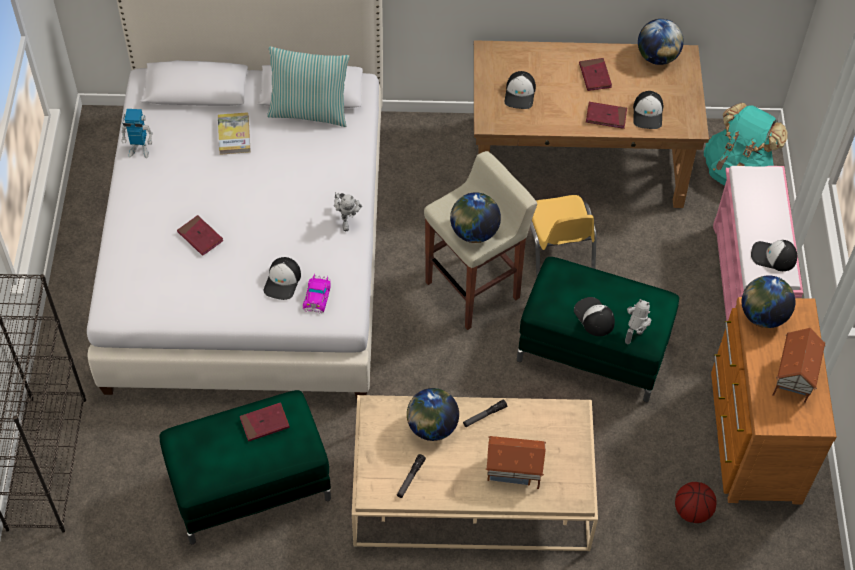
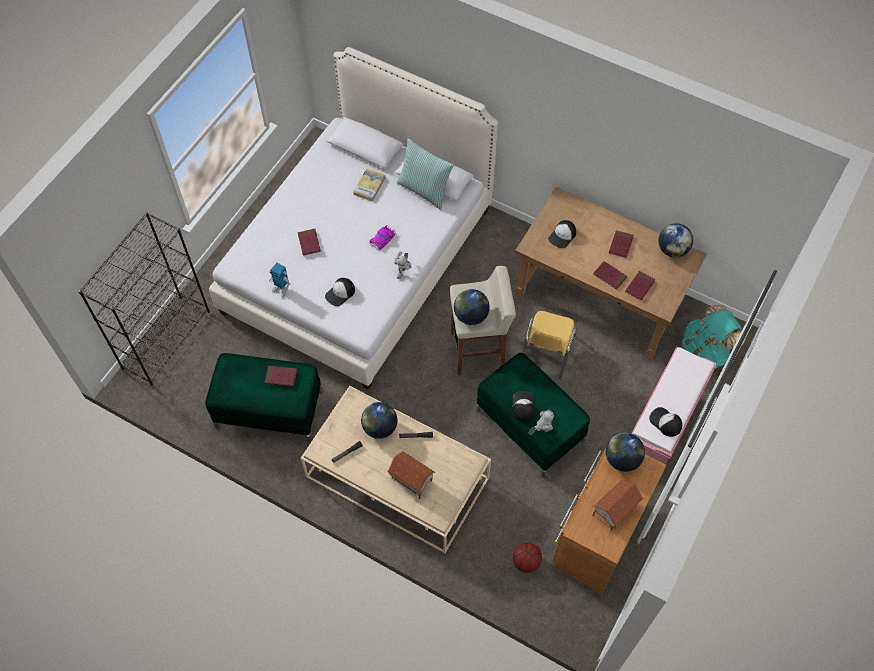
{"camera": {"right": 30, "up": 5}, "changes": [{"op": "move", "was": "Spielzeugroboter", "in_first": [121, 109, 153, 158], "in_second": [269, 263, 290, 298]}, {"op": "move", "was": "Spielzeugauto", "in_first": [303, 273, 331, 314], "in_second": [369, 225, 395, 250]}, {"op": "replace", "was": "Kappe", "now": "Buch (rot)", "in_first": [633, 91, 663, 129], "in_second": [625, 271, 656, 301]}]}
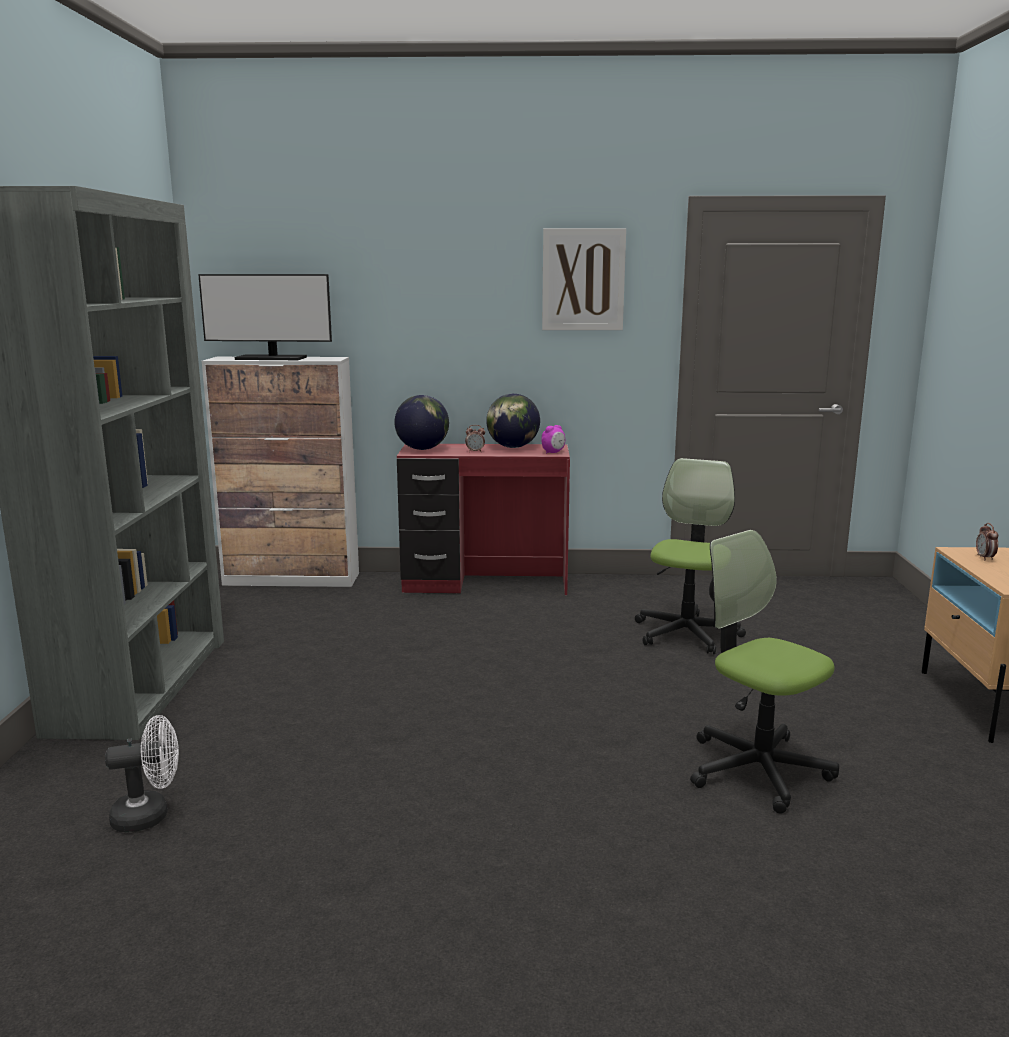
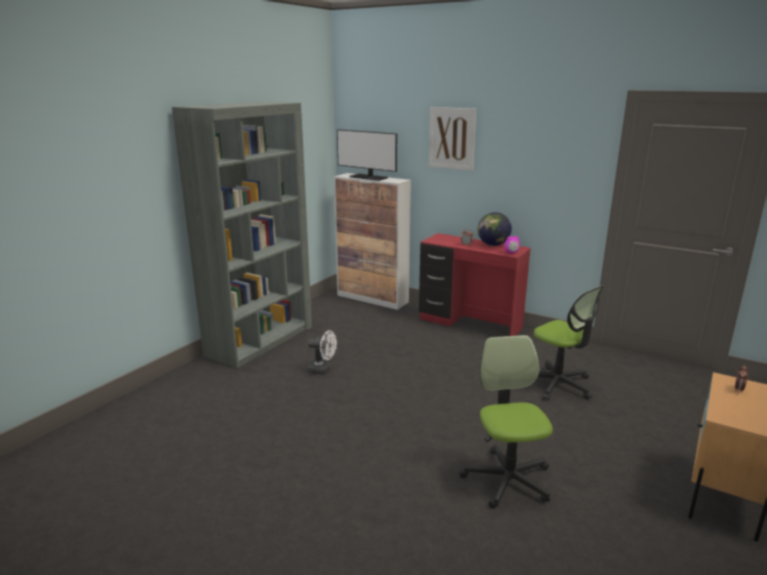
{"camera": {"right": 30, "up": 5}, "changes": [{"op": "delete", "was": "Globus", "in_first": [394, 395, 449, 450]}, {"op": "move", "was": "Ventilator (weiß)", "in_first": [105, 715, 179, 832], "in_second": [308, 330, 337, 374]}, {"op": "move", "was": "Bild", "in_first": [542, 228, 626, 330], "in_second": [429, 107, 476, 171]}, {"op": "rotate", "was": "Bürostuhl", "in_first": [635, 458, 746, 655], "in_second": [534, 285, 604, 401], "clockwise": 90}]}
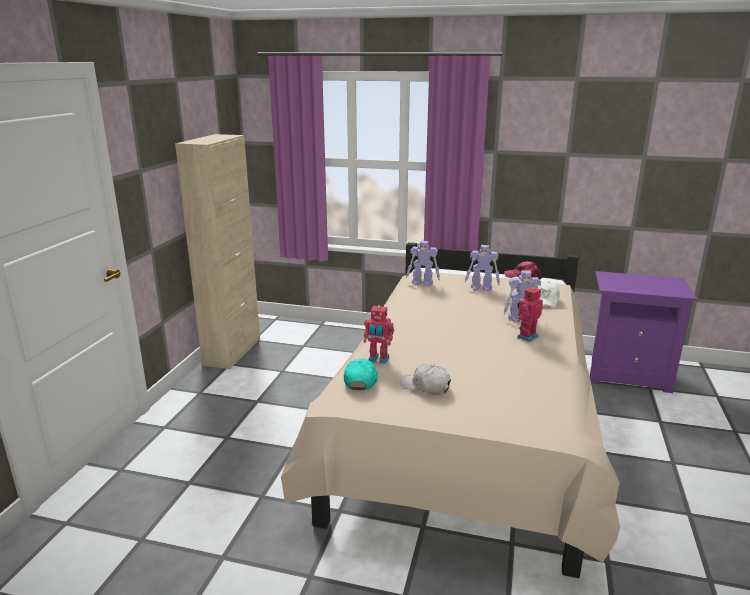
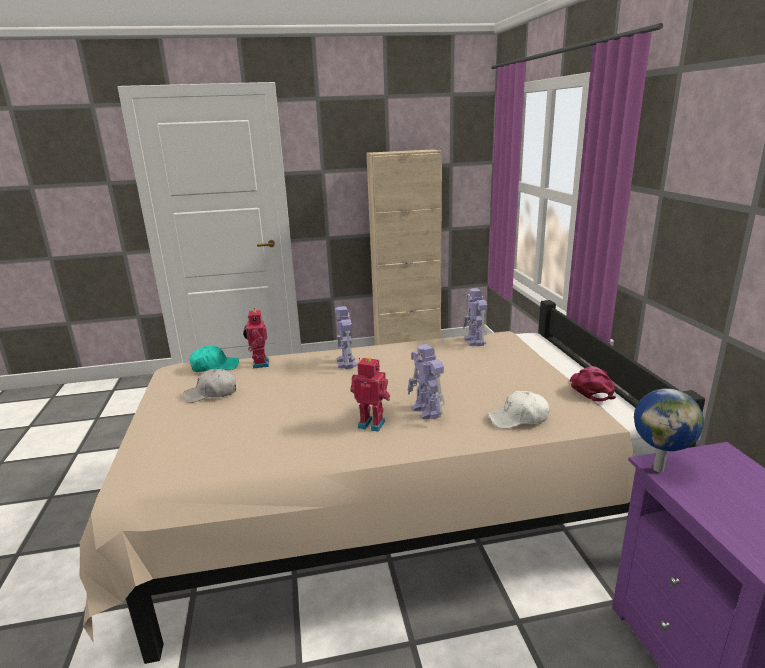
{"camera": {"right": 65, "up": 0}, "changes": [{"op": "insert", "now": "Globus", "in_second": [634, 388, 704, 473]}, {"op": "move", "was": "Spielzeugroboter", "in_first": [465, 245, 500, 292], "in_second": [335, 306, 357, 369]}, {"op": "rotate", "was": "Kappe (weiß)", "in_first": [400, 363, 451, 394], "in_second": [183, 369, 236, 403], "clockwise": -105}]}
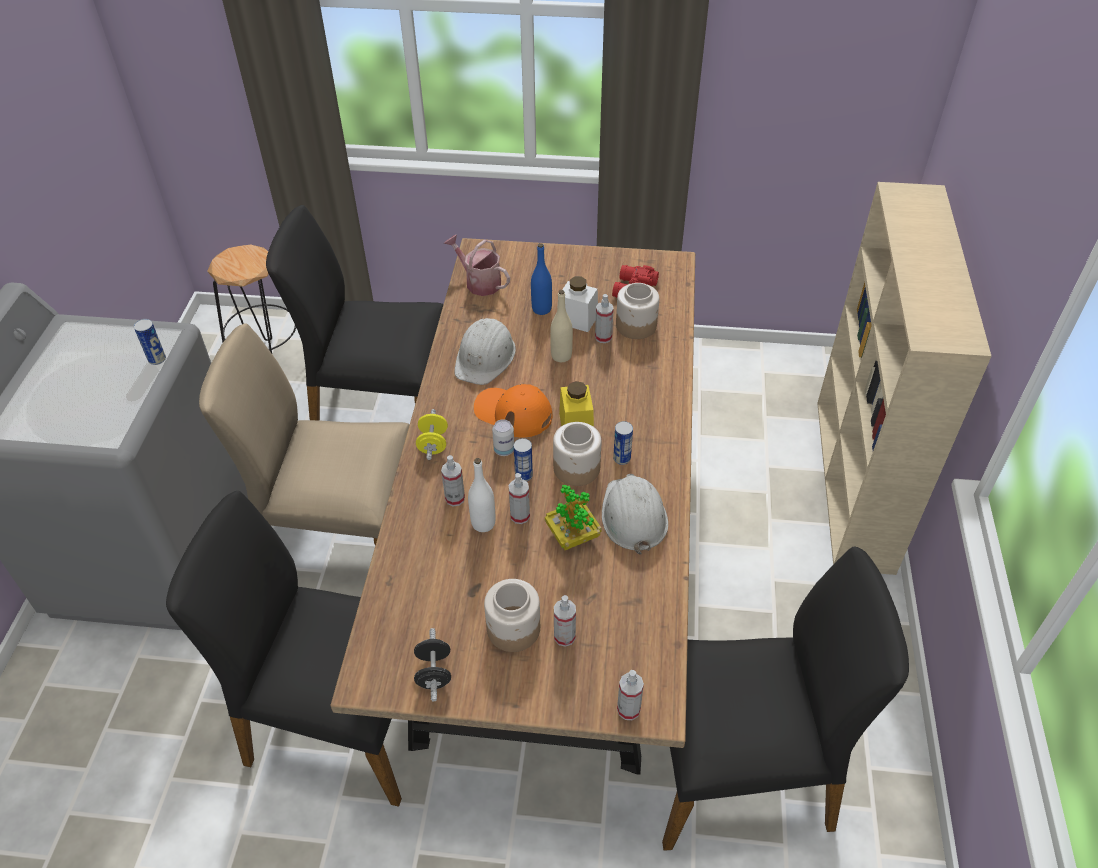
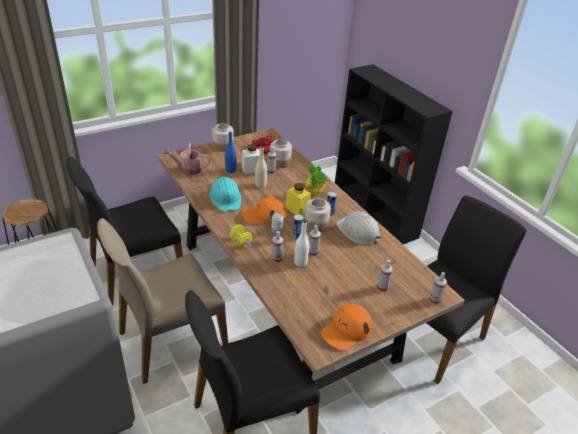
{"camera": {"right": -40, "up": -10}, "changes": [{"op": "delete", "was": "Dose", "in_first": [134, 319, 166, 365]}, {"op": "move", "was": "Vorratsglas", "in_first": [484, 579, 540, 652], "in_second": [212, 123, 234, 152]}, {"op": "move", "was": "Topfpflanze", "in_first": [545, 485, 602, 550], "in_second": [304, 164, 327, 196]}, {"op": "replace", "was": "Hantel (schwarz)", "now": "Kappe (orange)", "in_first": [414, 628, 451, 701], "in_second": [321, 304, 372, 350]}, {"op": "recolor", "was": "Schutzhelm (weiß)", "now": "Schutzhelm (türkis)", "in_first": [455, 318, 516, 385], "in_second": [209, 177, 241, 211]}, {"op": "recolor", "was": "Bücherregal (beige)", "now": "Bücherregal (schwarz)", "in_first": [817, 182, 991, 575], "in_second": [335, 64, 453, 244]}]}
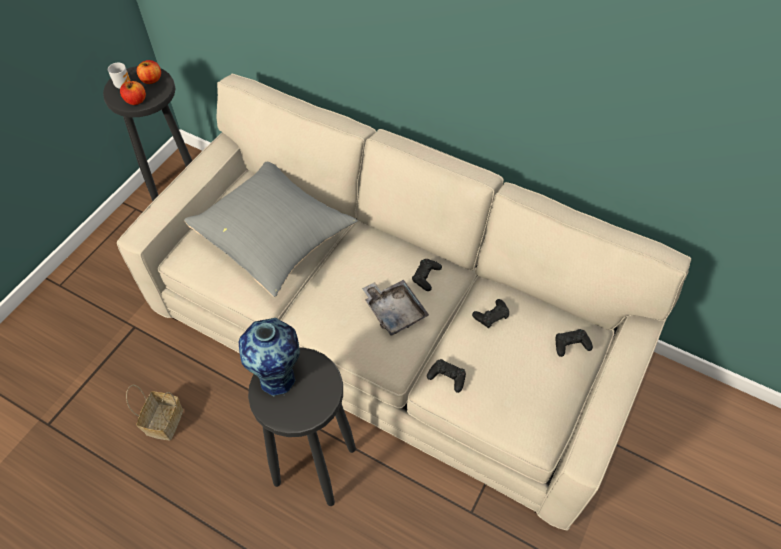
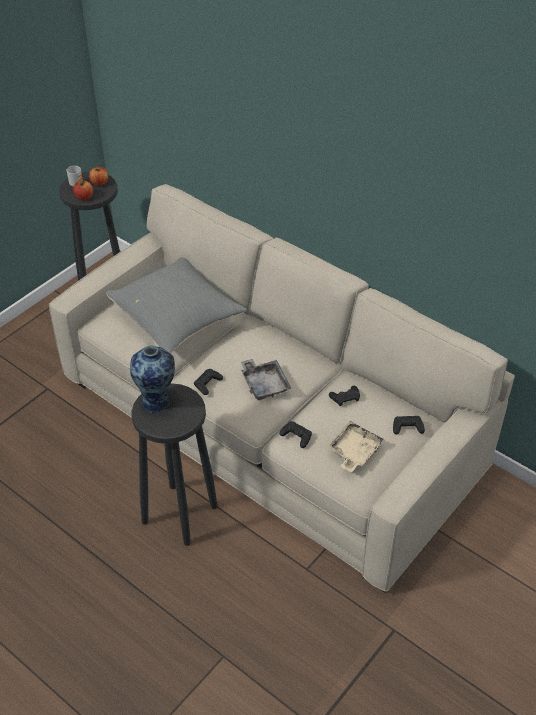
{"camera": {"right": 10, "up": -10}, "changes": [{"op": "delete", "was": "Korb", "in_first": [126, 385, 183, 441]}, {"op": "insert", "now": "Tablett (beige)", "in_second": [327, 421, 384, 472]}, {"op": "move", "was": "Gamepad (schwarz)", "in_first": [412, 259, 442, 291], "in_second": [194, 369, 223, 395]}]}
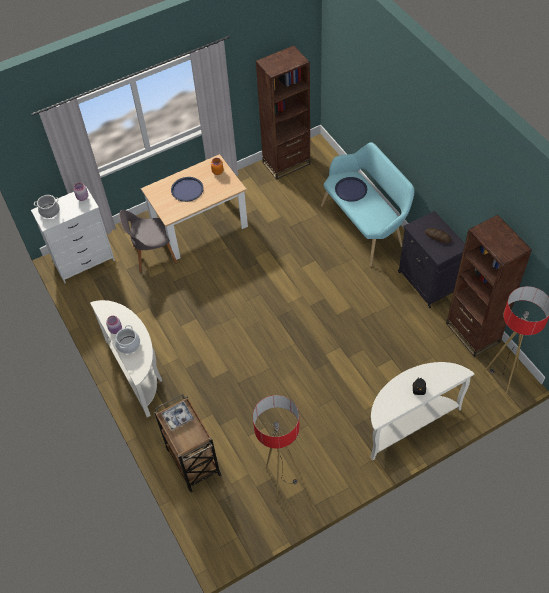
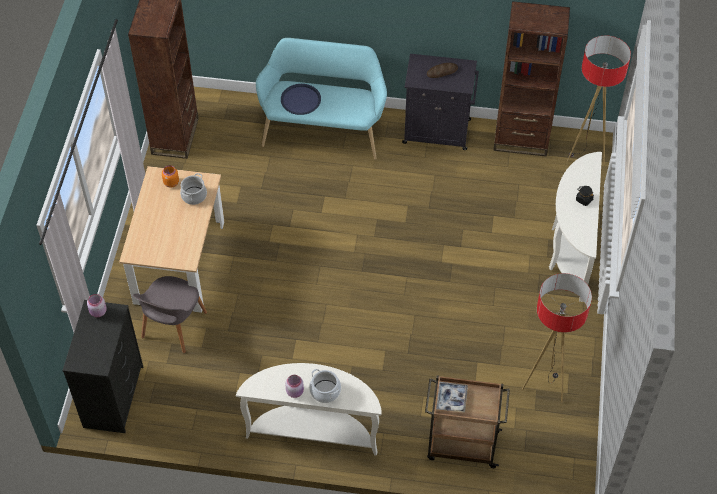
{"camera": {"right": -55, "up": 0}, "changes": [{"op": "delete", "was": "Tablett (blau)", "in_first": [171, 177, 204, 202]}, {"op": "move", "was": "Kochtopf", "in_first": [34, 195, 60, 218], "in_second": [180, 173, 207, 205]}, {"op": "recolor", "was": "Kommode (weiß)", "now": "Kommode (schwarz)", "in_first": [31, 187, 115, 283], "in_second": [63, 300, 143, 433]}]}
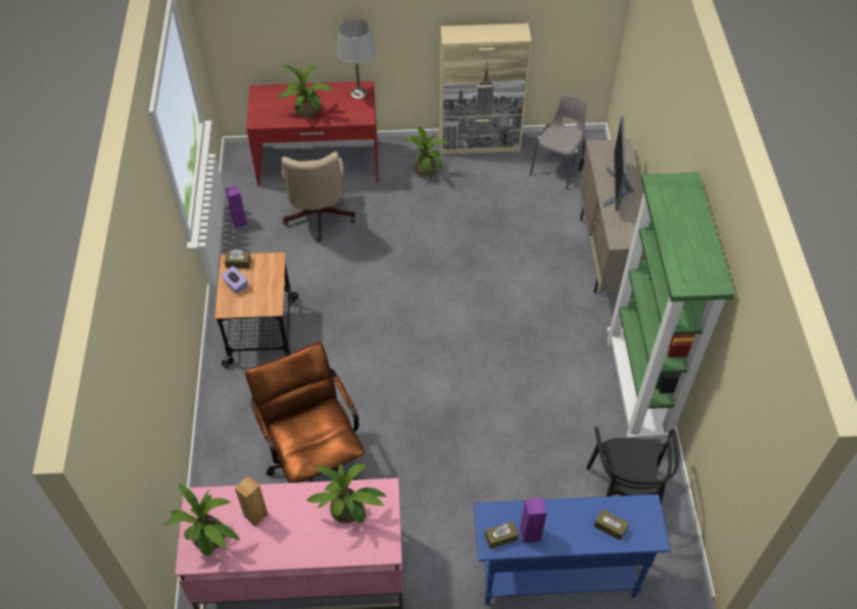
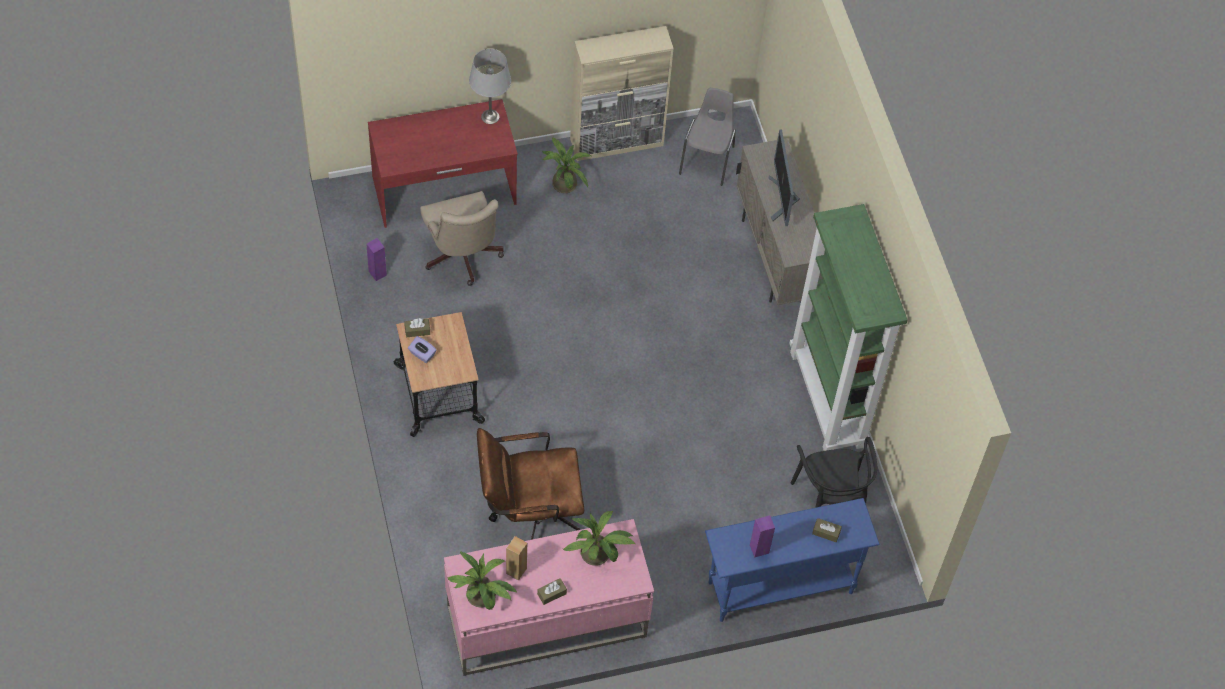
{"camera": {"right": -15, "up": 5}, "changes": [{"op": "delete", "was": "Topfpflanze", "in_first": [277, 64, 336, 118]}, {"op": "move", "was": "Taschentuchbox (braun)", "in_first": [485, 521, 518, 549], "in_second": [537, 578, 567, 605]}, {"op": "rotate", "was": "Bürostuhl (braun)", "in_first": [245, 342, 365, 483], "in_second": [477, 428, 584, 540], "clockwise": -60}]}
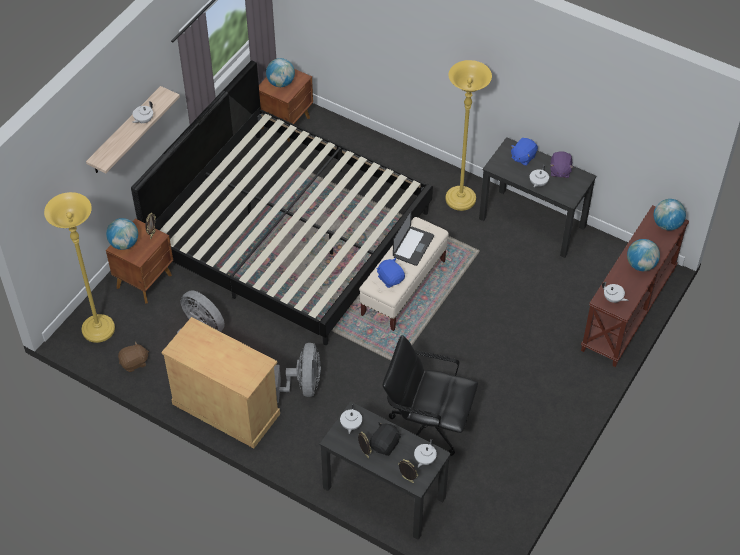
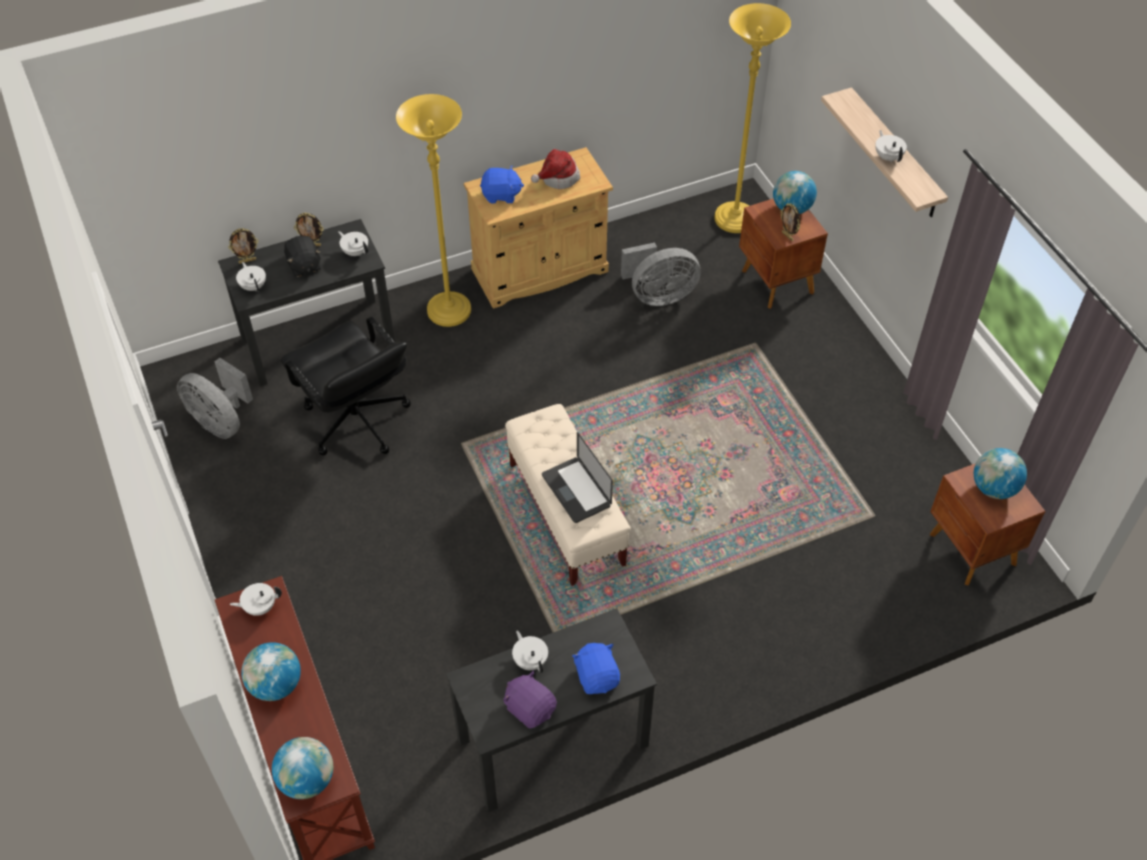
{"camera": {"right": 125, "up": 0}, "changes": [{"op": "delete", "was": "Plüschtier (braun)", "in_first": [118, 341, 149, 372]}, {"op": "delete", "was": "Bett", "in_first": [131, 60, 433, 345]}, {"op": "insert", "now": "Hut", "in_second": [531, 149, 580, 189]}, {"op": "move", "was": "Ventilator (grau)", "in_first": [274, 343, 321, 403], "in_second": [177, 358, 253, 439]}, {"op": "move", "was": "Plüschtier (blau)", "in_first": [376, 258, 405, 288], "in_second": [480, 166, 524, 203]}, {"op": "move", "was": "Stehlampe (gelb)", "in_first": [445, 60, 492, 211], "in_second": [396, 94, 471, 327]}, {"op": "rotate", "was": "Bürostuhl (schwarz)", "in_first": [382, 335, 478, 456], "in_second": [280, 317, 411, 456], "clockwise": 90}]}
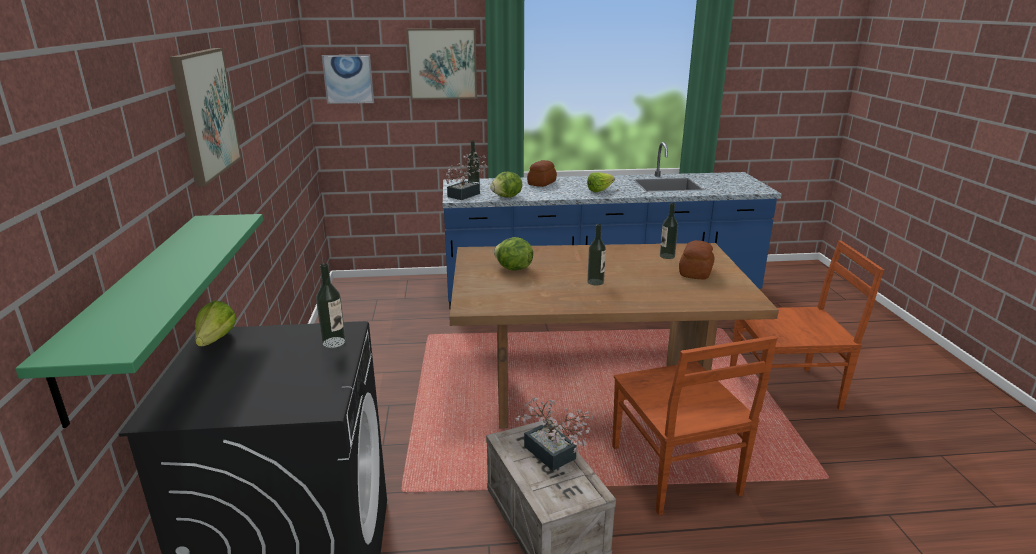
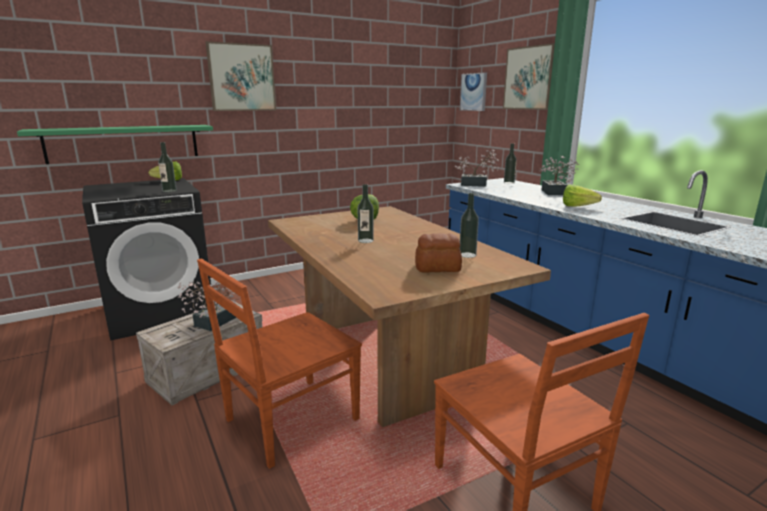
{"camera": {"right": 65, "up": -5}, "changes": [{"op": "delete", "was": "Salatkopf", "in_first": [490, 172, 522, 198]}, {"op": "replace", "was": "Brot", "now": "Topfpflanze", "in_first": [527, 160, 557, 187], "in_second": [539, 156, 579, 195]}]}
